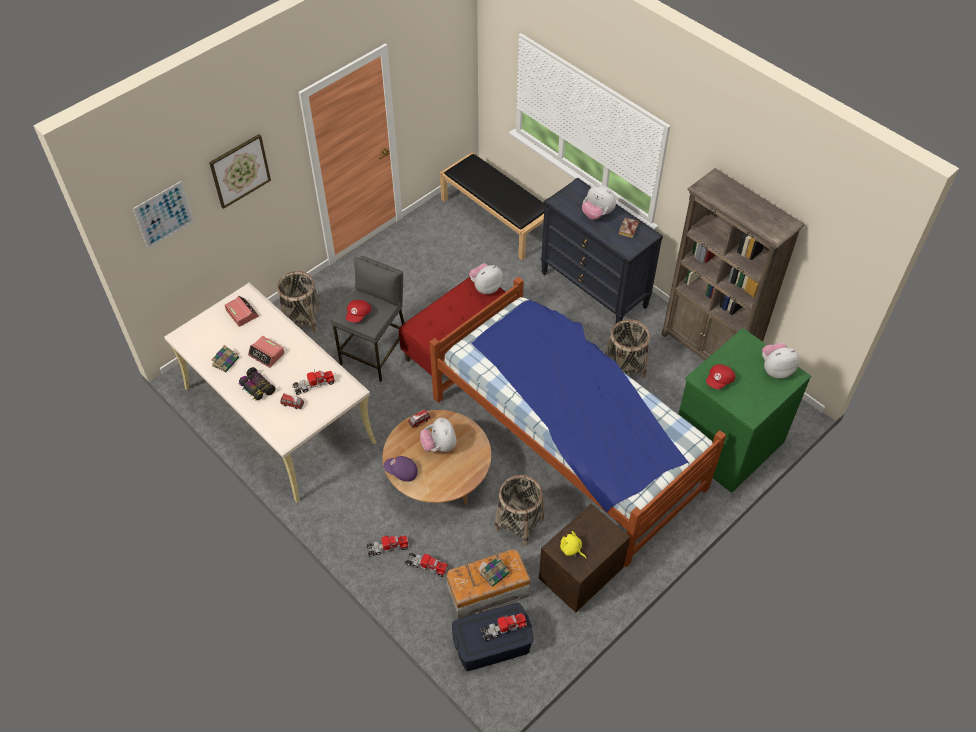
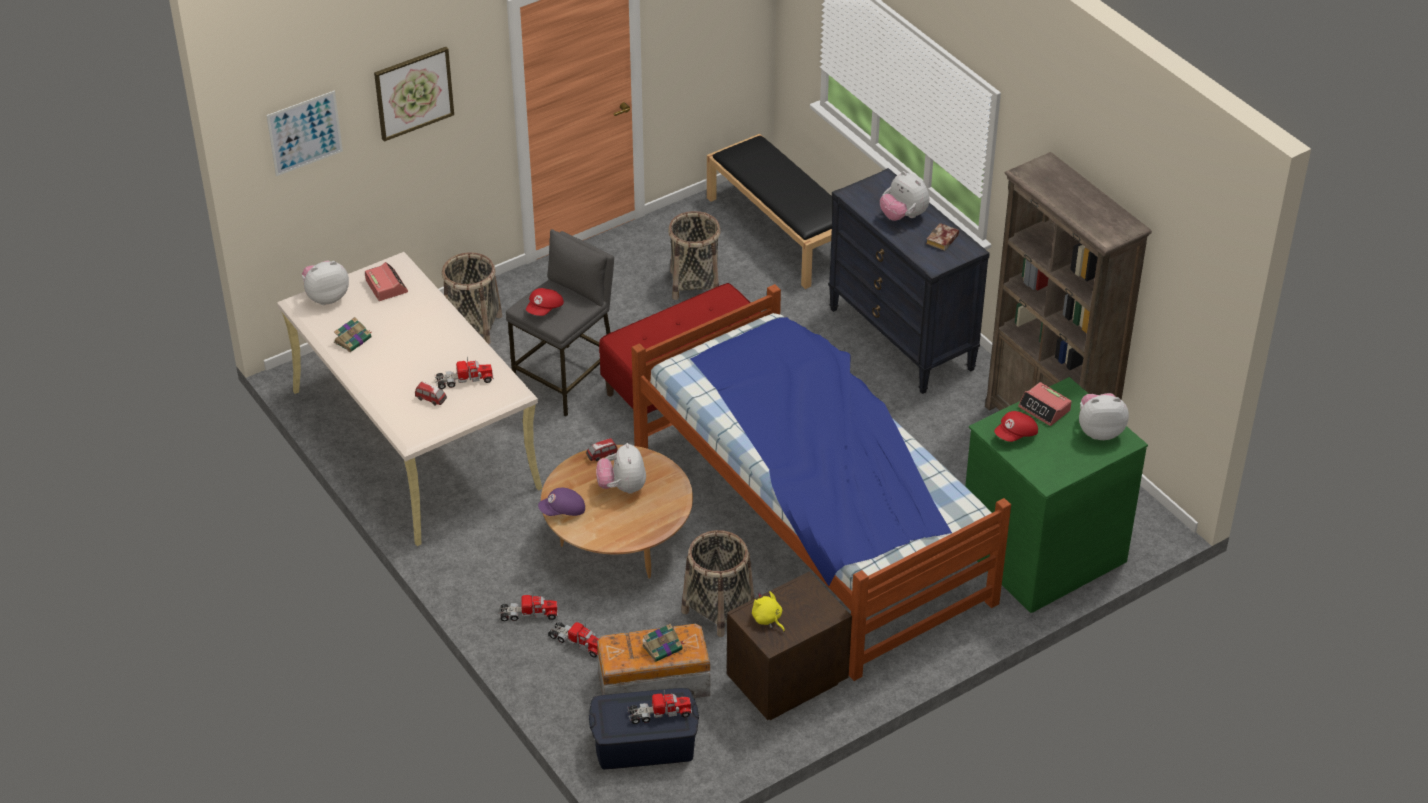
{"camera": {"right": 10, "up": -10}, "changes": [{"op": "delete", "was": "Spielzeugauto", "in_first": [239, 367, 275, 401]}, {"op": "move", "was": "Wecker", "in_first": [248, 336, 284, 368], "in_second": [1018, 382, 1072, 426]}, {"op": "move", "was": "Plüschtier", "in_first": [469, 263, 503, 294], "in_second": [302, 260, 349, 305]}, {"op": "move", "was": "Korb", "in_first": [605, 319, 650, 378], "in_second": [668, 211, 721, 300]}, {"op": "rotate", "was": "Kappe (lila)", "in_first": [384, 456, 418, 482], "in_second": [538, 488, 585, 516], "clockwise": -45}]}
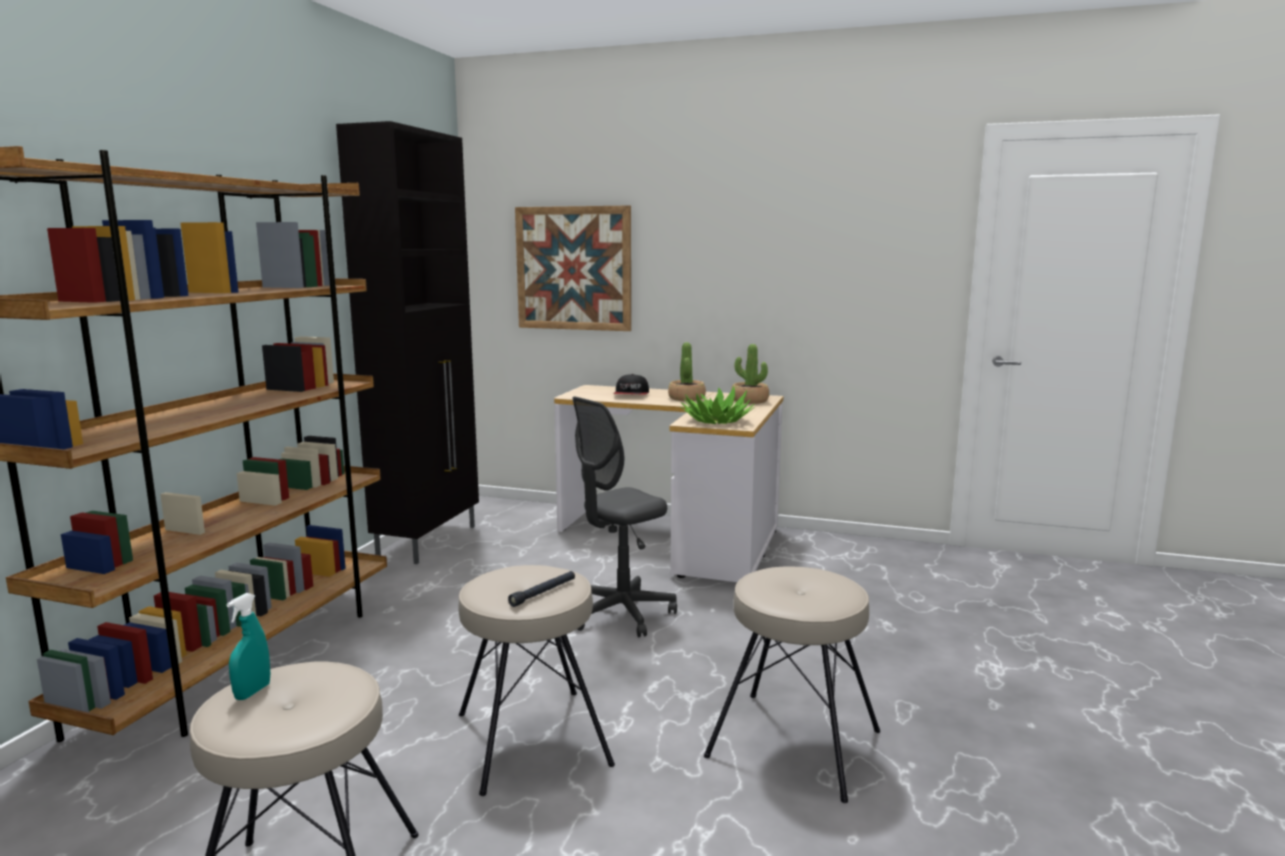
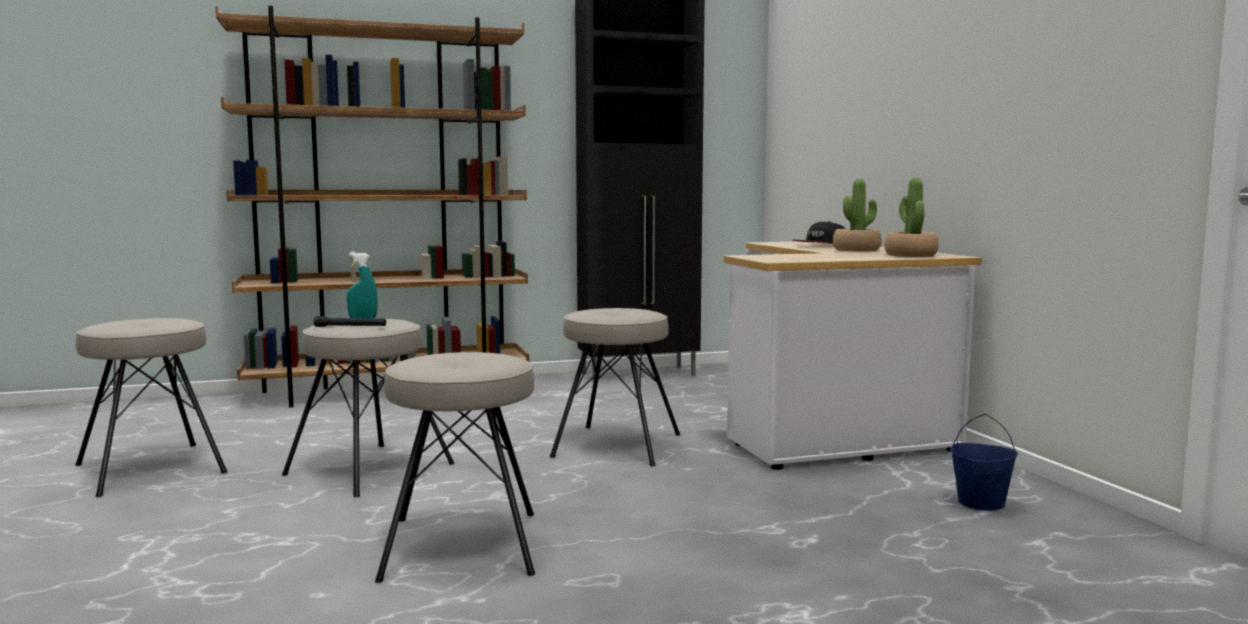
{"camera": {"right": 55, "up": -5}, "changes": [{"op": "delete", "was": "Bild", "in_first": [515, 206, 631, 331]}, {"op": "delete", "was": "Topfpflanze", "in_first": [680, 386, 755, 424]}, {"op": "insert", "now": "Eimer (blau)", "in_second": [950, 414, 1018, 511]}, {"op": "move", "was": "Sprühflasche (türkis)", "in_first": [226, 593, 270, 700], "in_second": [347, 253, 377, 318]}, {"op": "replace", "was": "Bürostuhl (grau)", "now": "Hocker (beige)", "in_first": [572, 396, 677, 637], "in_second": [550, 308, 680, 466]}]}
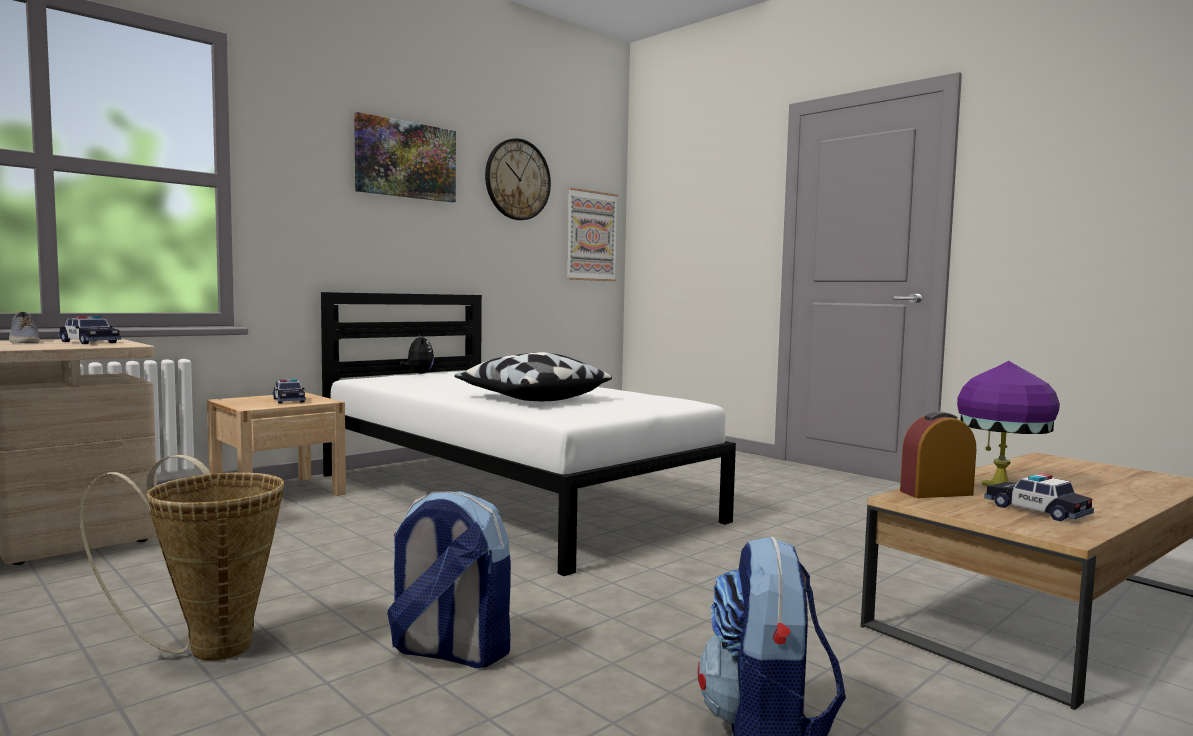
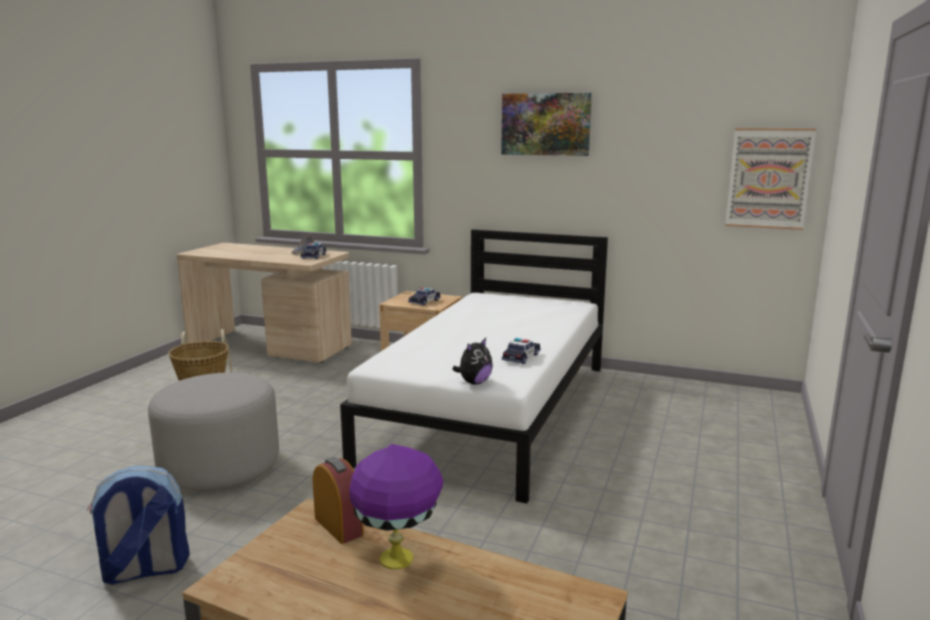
{"camera": {"right": 65, "up": 10}, "changes": [{"op": "delete", "was": "Kissen", "in_first": [454, 352, 612, 401]}, {"op": "delete", "was": "Wanduhr", "in_first": [485, 138, 551, 220]}, {"op": "move", "was": "Plüschtier", "in_first": [400, 335, 434, 374], "in_second": [452, 338, 493, 385]}, {"op": "move", "was": "Spielzeugauto", "in_first": [984, 473, 1094, 521], "in_second": [502, 338, 541, 364]}, {"op": "replace", "was": "Rucksack", "now": "Polsterhocker (grau)", "in_first": [387, 491, 511, 668], "in_second": [148, 373, 279, 491]}]}
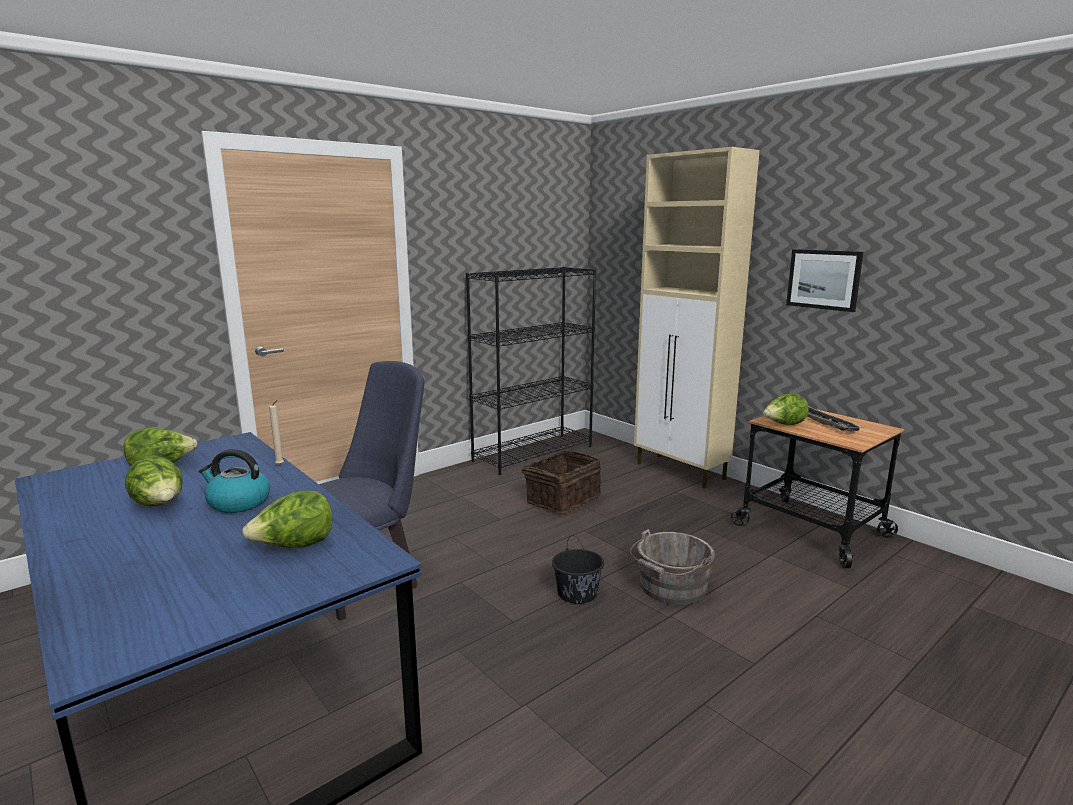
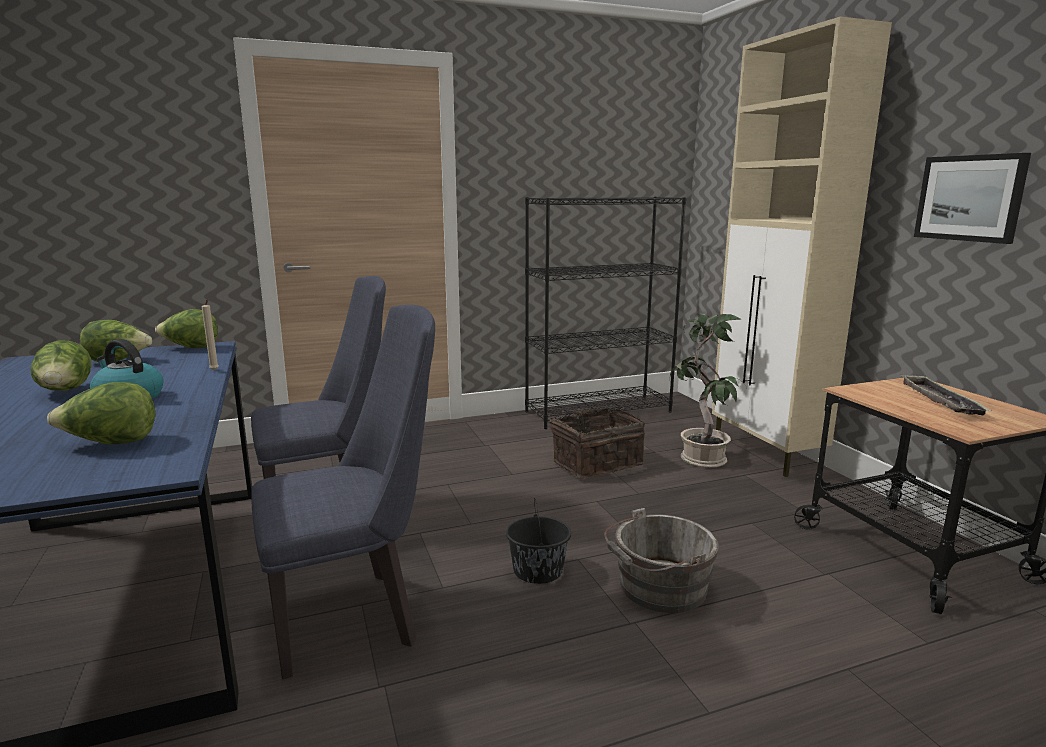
{"camera": {"right": 20, "up": 0}, "changes": [{"op": "insert", "now": "Stuhl (blau)", "in_second": [251, 305, 435, 679]}, {"op": "insert", "now": "Topfpflanze", "in_second": [670, 314, 747, 468]}, {"op": "move", "was": "Salatkopf", "in_first": [763, 394, 809, 425], "in_second": [155, 309, 218, 348]}]}
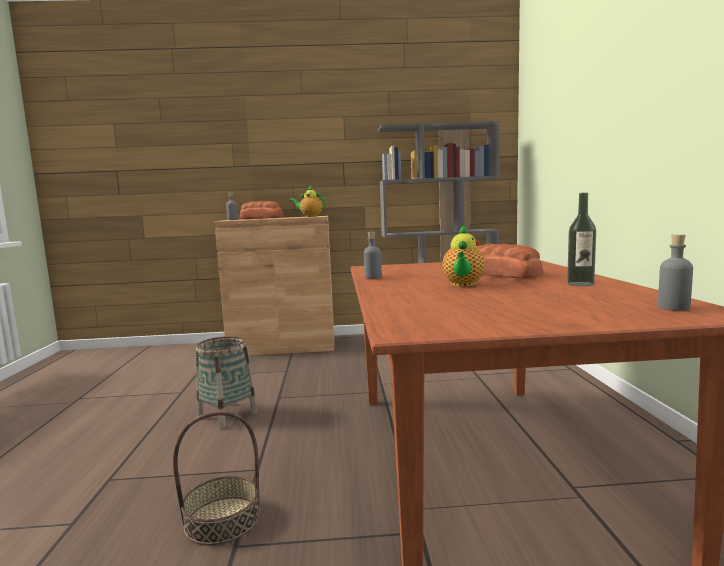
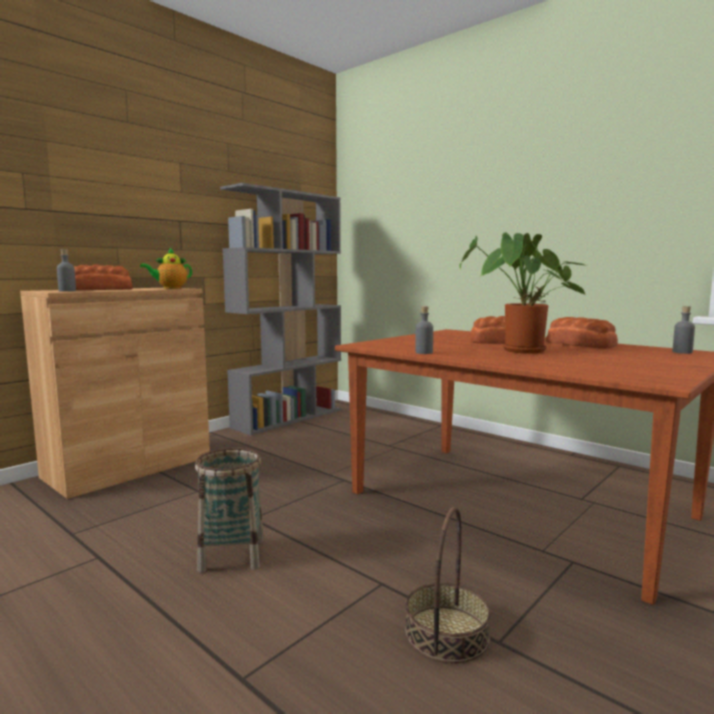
{"camera": {"right": -45, "up": 0}, "changes": [{"op": "replace", "was": "Teekanne", "now": "Topfpflanze", "in_first": [442, 225, 485, 287], "in_second": [459, 232, 587, 354]}, {"op": "replace", "was": "Flasche", "now": "Brot", "in_first": [567, 193, 596, 286], "in_second": [546, 317, 618, 349]}]}
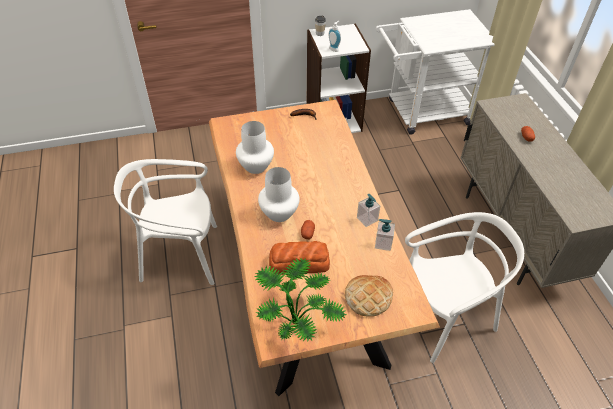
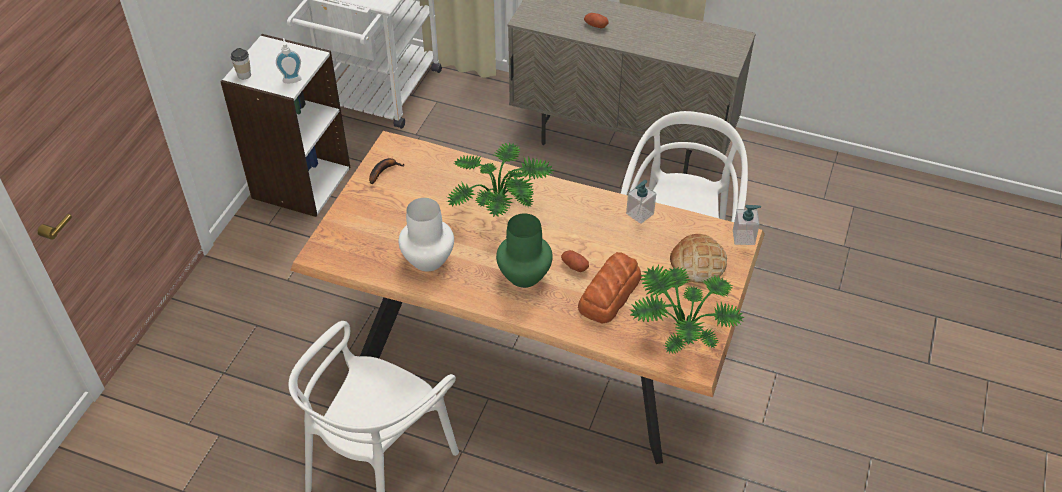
{"camera": {"right": -55, "up": 0}, "changes": [{"op": "insert", "now": "Topfpflanze", "in_second": [447, 143, 554, 217]}, {"op": "move", "was": "Seifenspender", "in_first": [357, 194, 380, 227], "in_second": [733, 205, 761, 245]}, {"op": "recolor", "was": "Vase (weiß)", "now": "Vase (grün)", "in_first": [258, 167, 300, 222], "in_second": [496, 213, 553, 288]}]}
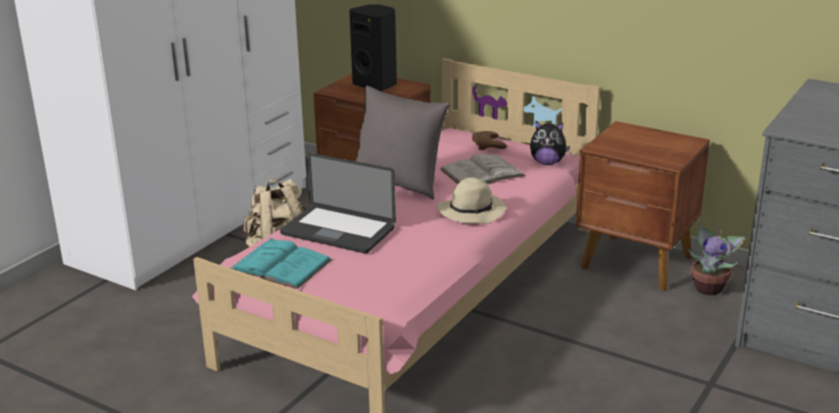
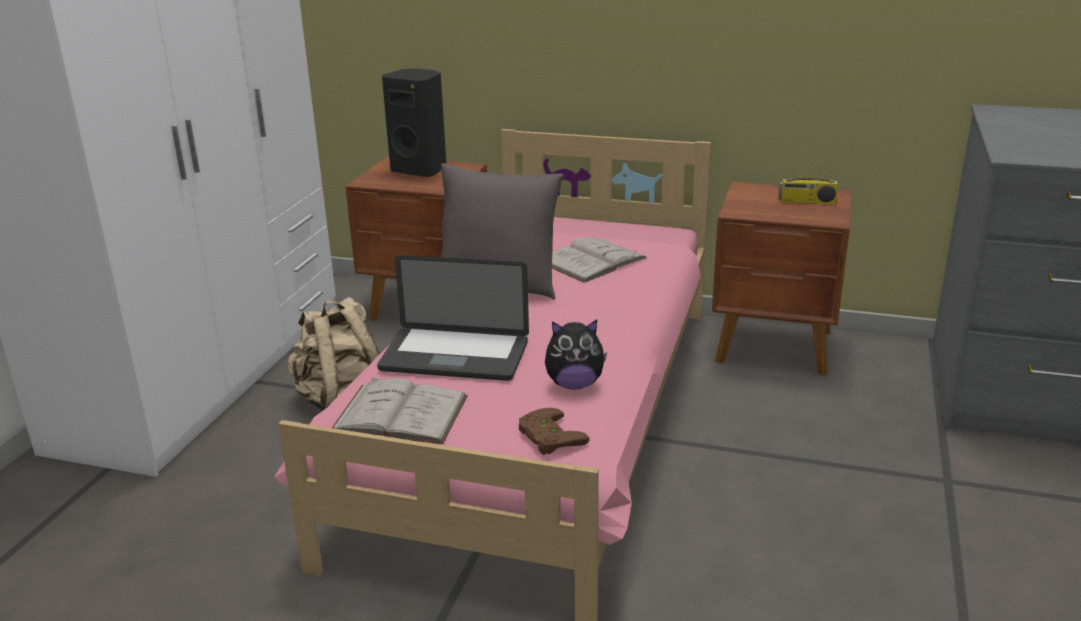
{"camera": {"right": -15, "up": 0}, "changes": [{"op": "delete", "was": "Hut (beige)", "in_first": [437, 178, 506, 224]}, {"op": "delete", "was": "Topfpflanze", "in_first": [688, 222, 747, 295]}, {"op": "insert", "now": "Radio", "in_second": [778, 149, 838, 204]}, {"op": "move", "was": "Gamepad (braun)", "in_first": [472, 131, 507, 150], "in_second": [519, 408, 590, 455]}, {"op": "move", "was": "Plüschtier", "in_first": [530, 121, 570, 165], "in_second": [545, 320, 607, 390]}, {"op": "recolor", "was": "Buch (türkis)", "now": "Buch (weiß)", "in_first": [231, 238, 332, 289], "in_second": [332, 378, 468, 444]}]}
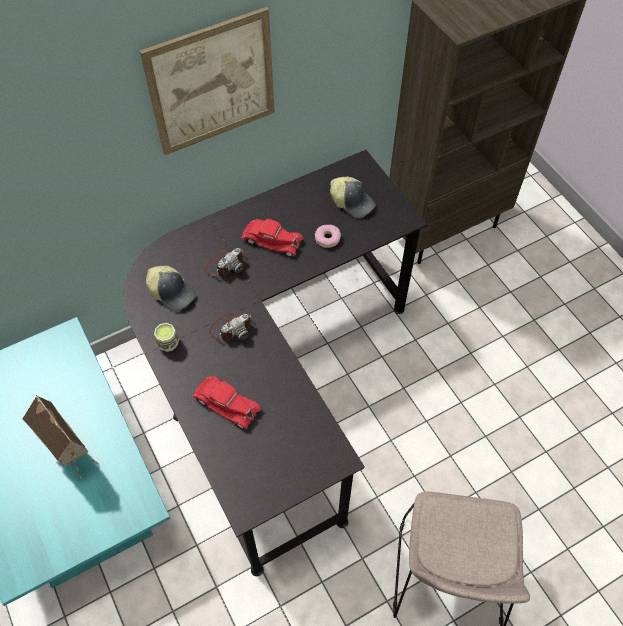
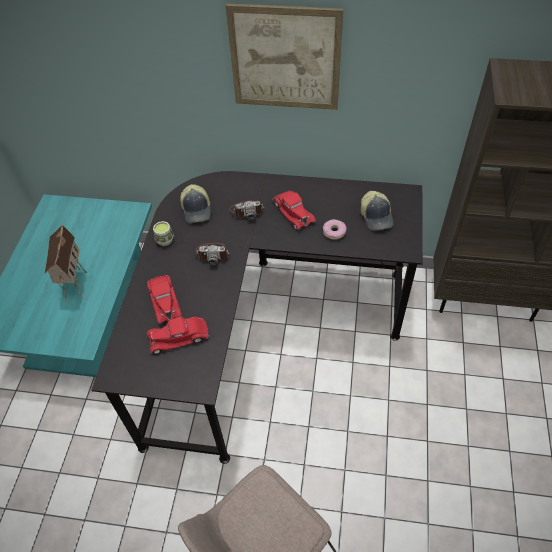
{"camera": {"right": 40, "up": -5}, "changes": [{"op": "insert", "now": "Spielzeugauto (rot)", "in_second": [147, 317, 209, 354]}]}
